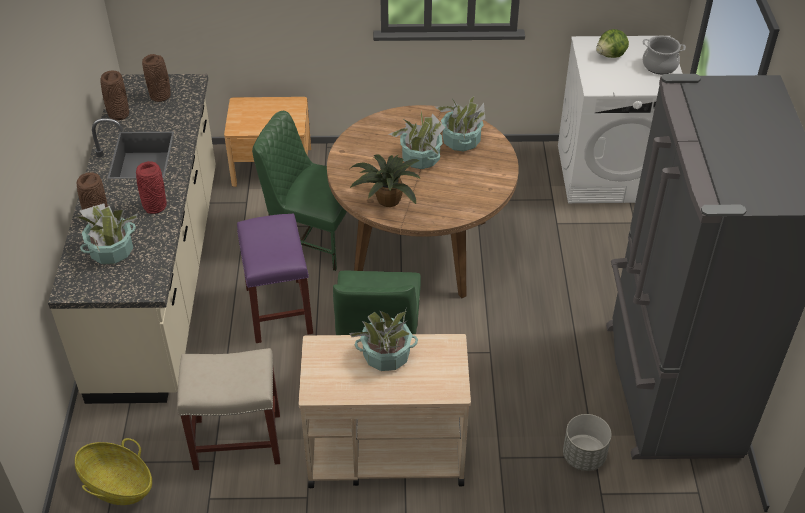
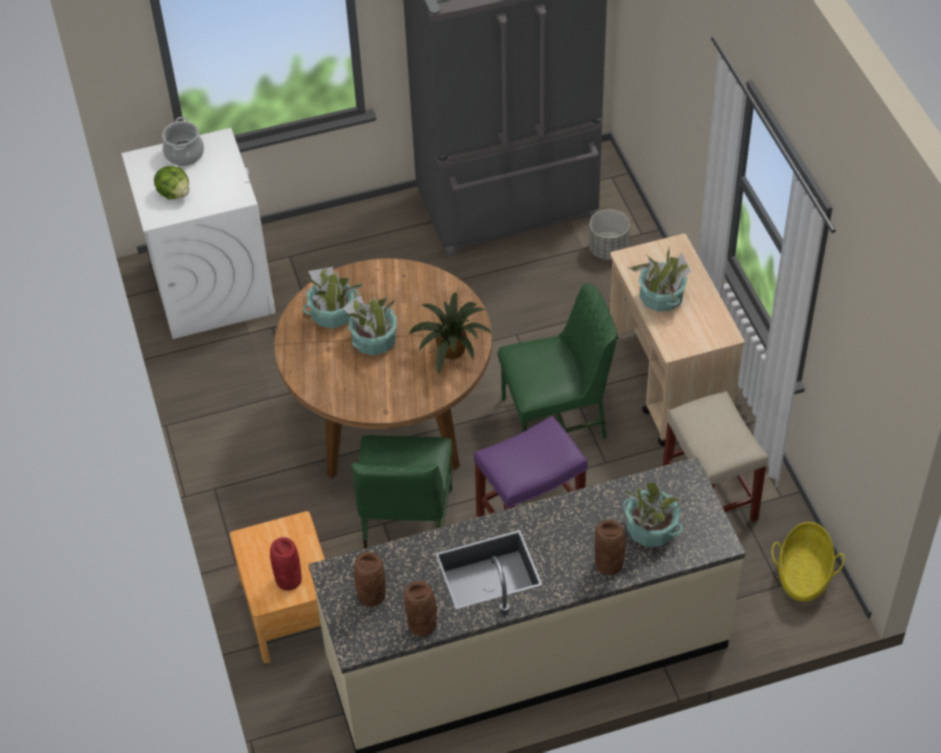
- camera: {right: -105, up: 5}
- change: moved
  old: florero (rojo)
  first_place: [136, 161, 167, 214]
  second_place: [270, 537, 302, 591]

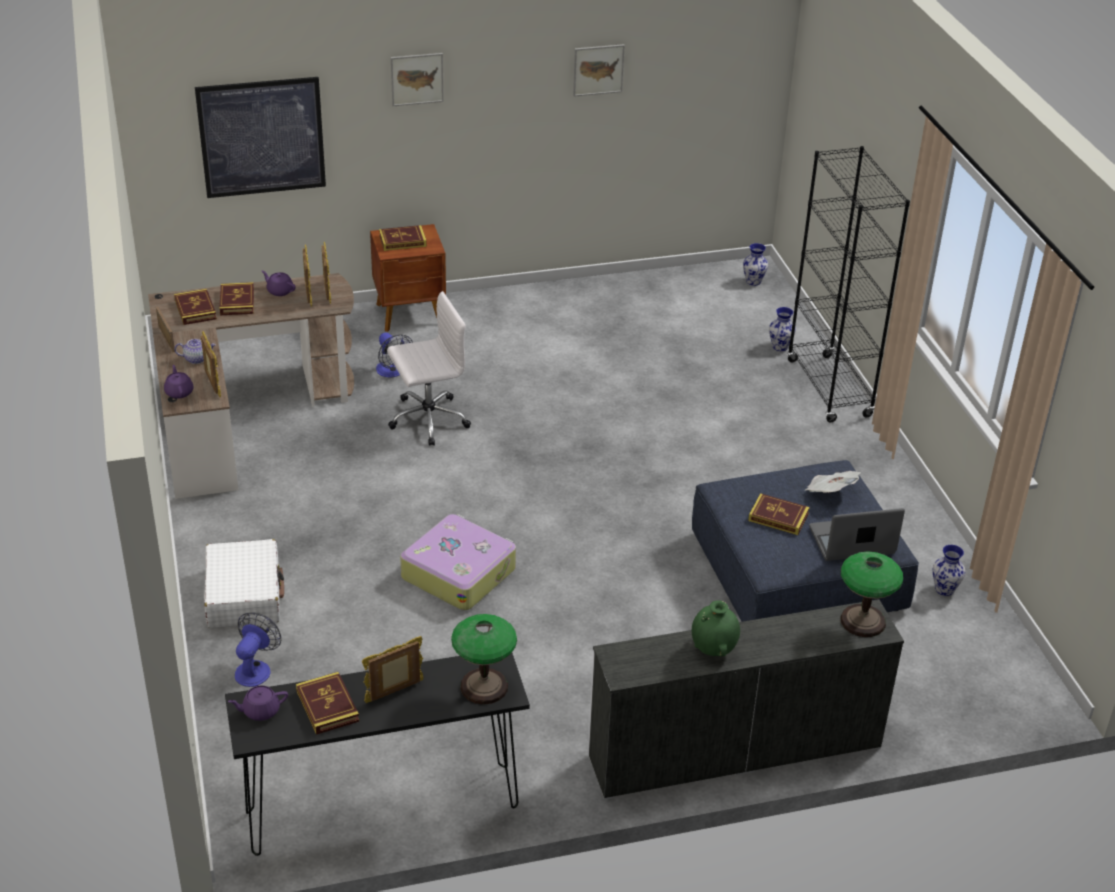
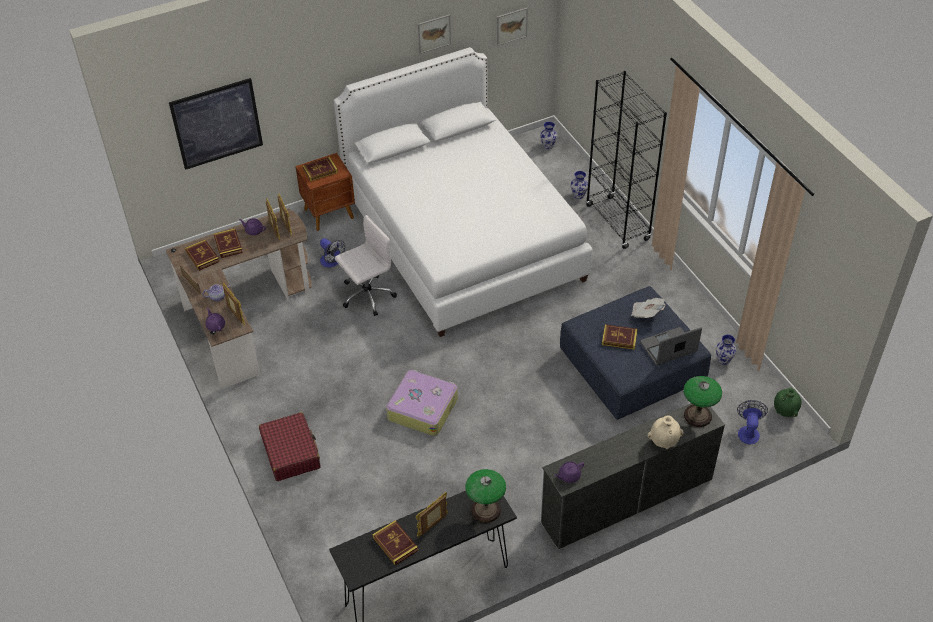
- camera: {right: -10, up: 10}
- change: added
  new: cama (blanco)
  second_place: [334, 47, 593, 337]
- change: added
  new: florero (beis)
  second_place: [648, 415, 684, 449]
- change: moved
  old: tetera (morado)
  first_place: [228, 685, 288, 721]
  second_place: [554, 461, 584, 483]
- change: moved
  old: ventilador
  first_place: [235, 612, 281, 687]
  second_place: [737, 400, 768, 444]
- change: moved
  old: cuadro
  first_place: [391, 53, 444, 106]
  second_place: [497, 8, 528, 46]
- change: moved
  old: florero (verde)
  first_place: [692, 600, 740, 656]
  second_place: [774, 388, 801, 417]
- change: recoloured
  old: maleta (blanco)
  new: maleta (rojo)
  first_place: [204, 539, 284, 628]
  second_place: [259, 412, 320, 481]

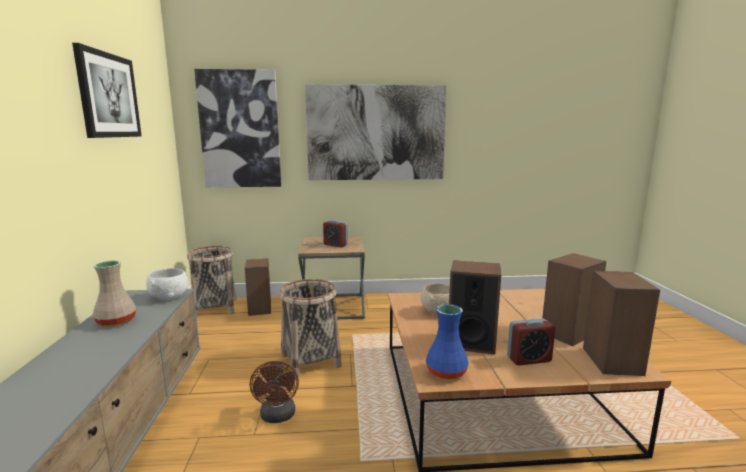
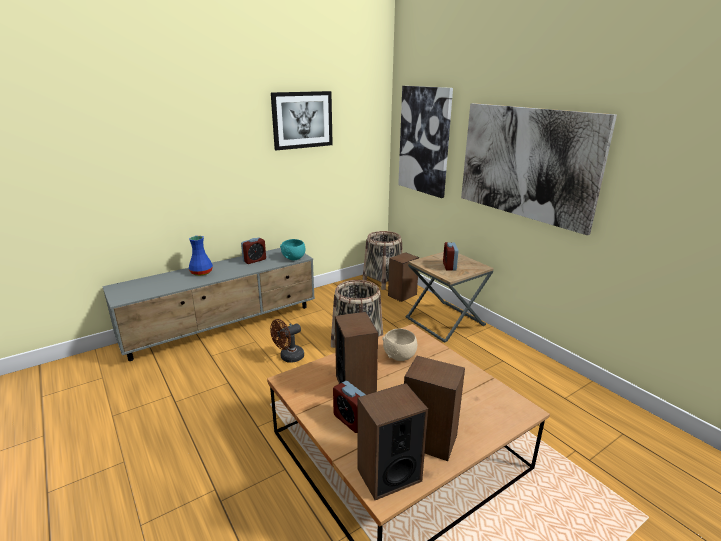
- camera: {right: 60, up: 10}
- change: moved
  old: florero (azul)
  first_place: [426, 304, 469, 380]
  second_place: [189, 236, 213, 276]
- change: replaced
  old: florero (beis)
  new: despertador
  first_place: [93, 261, 137, 327]
  second_place: [241, 238, 266, 264]
- change: recoloured
  old: cuenco (blanco)
  new: cuenco (turquesa)
  first_place: [146, 268, 188, 300]
  second_place: [280, 239, 306, 261]

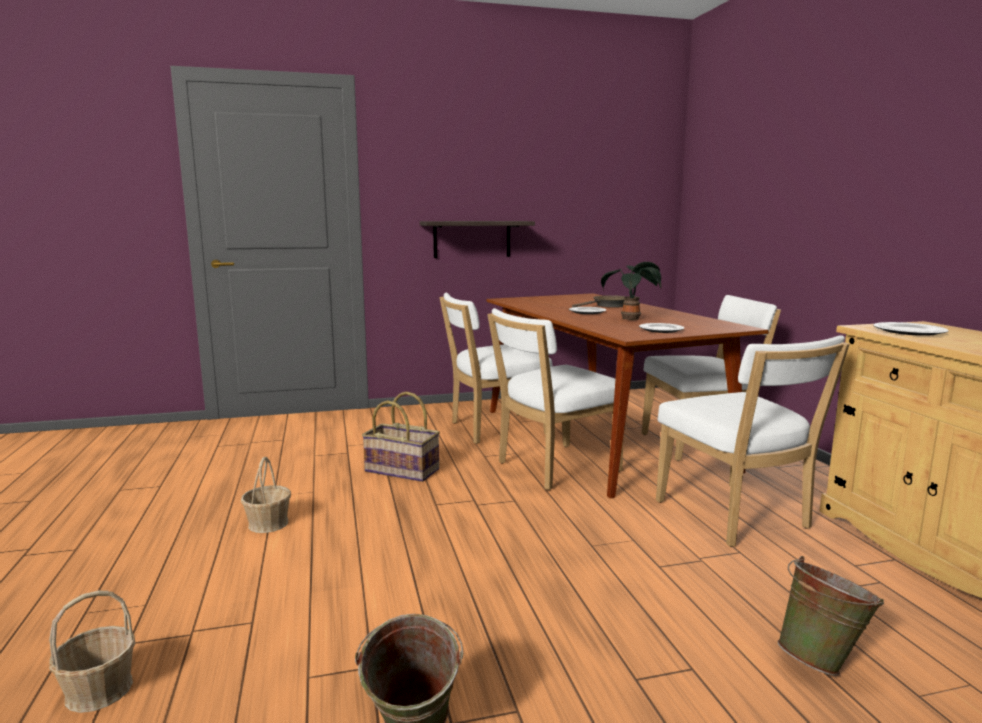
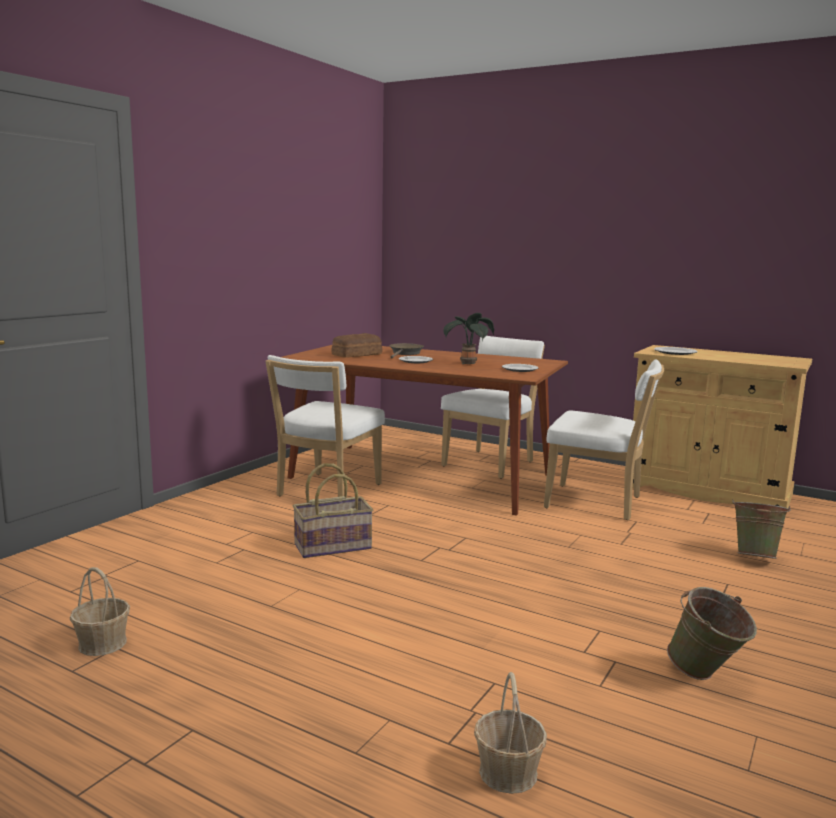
- camera: {right: -45, up: 0}
- change: removed
  old: estante
  first_place: [420, 221, 535, 258]
- change: removed
  old: silla (blanco)
  first_place: [487, 308, 623, 490]
- change: added
  new: pan
  second_place: [331, 333, 382, 358]
- change: moved
  old: cesta
  first_place: [241, 457, 291, 533]
  second_place: [70, 567, 130, 656]

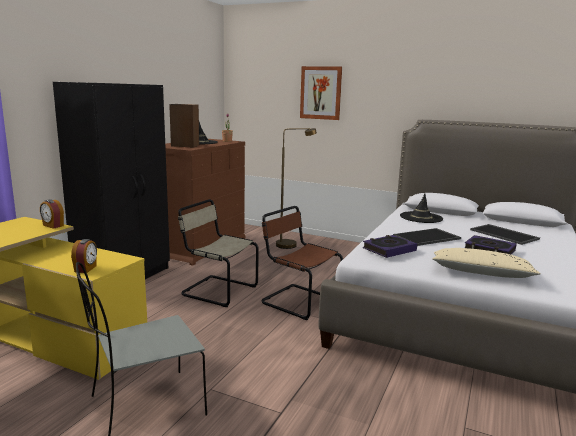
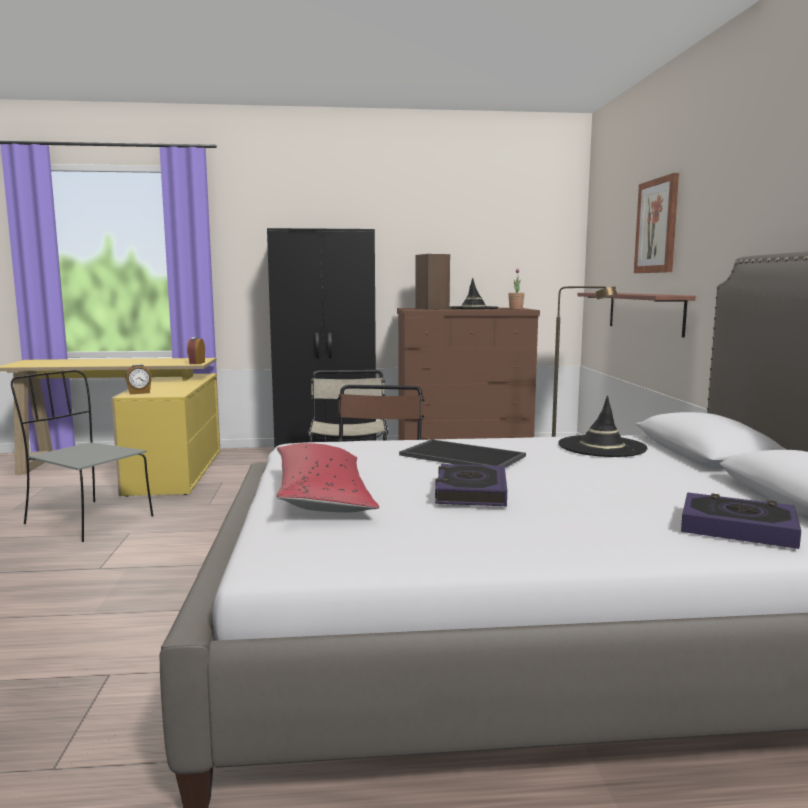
- camera: {right: 60, up: -5}
- change: removed
  old: bandeja
  first_place: [470, 224, 540, 245]
- change: added
  new: estante
  second_place: [577, 293, 696, 338]
- change: moved
  old: libro
  first_place: [363, 235, 417, 258]
  second_place: [681, 493, 801, 549]
- change: recoloured
  old: cojín (beis)
  new: cojín (rojo)
  first_place: [432, 248, 541, 278]
  second_place: [276, 443, 379, 513]

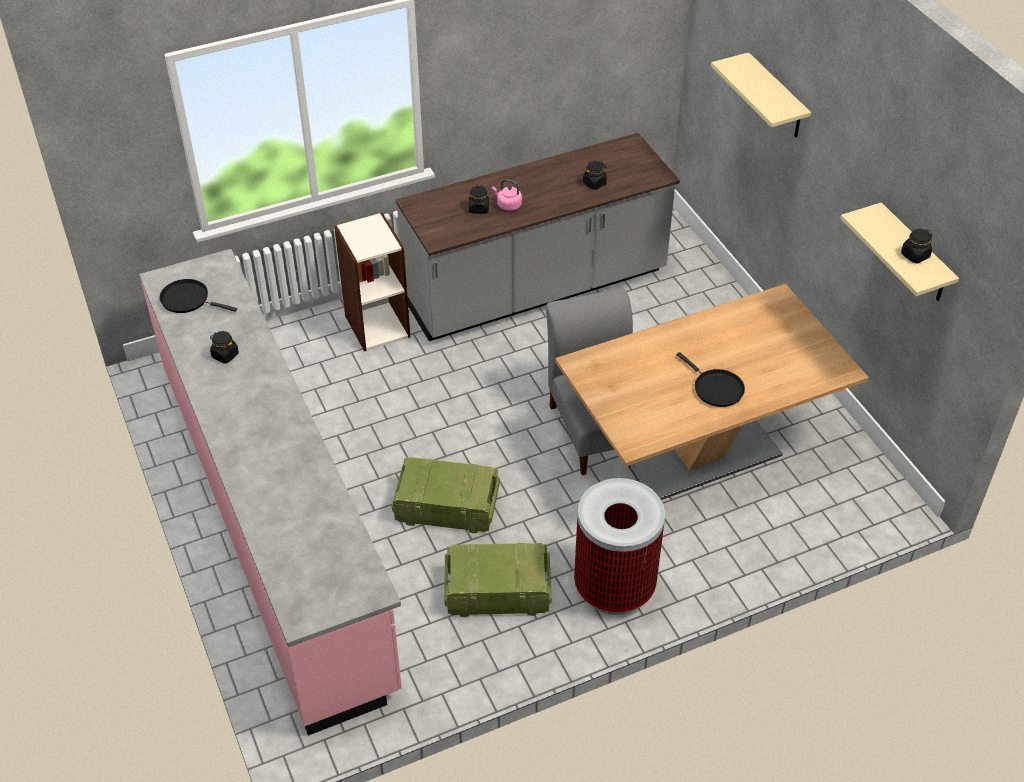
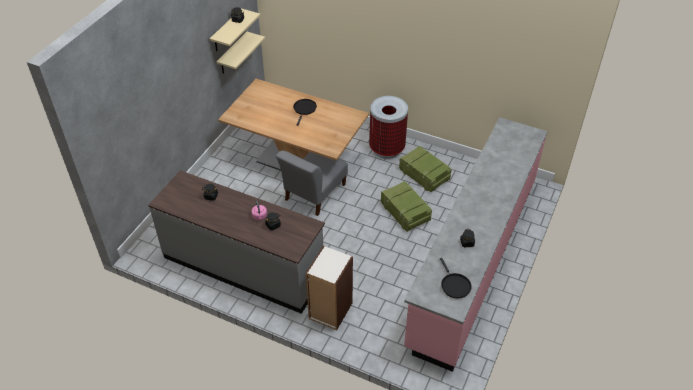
- camera: {right: -130, up: 0}
- change: moved
  old: estante (beis)
  first_place: [711, 52, 811, 137]
  second_place: [217, 32, 265, 73]

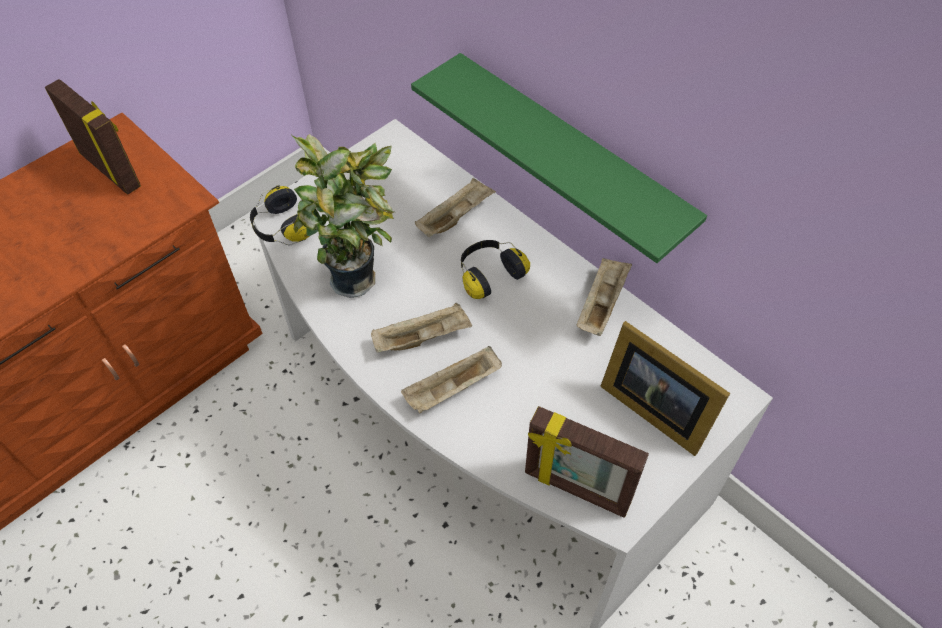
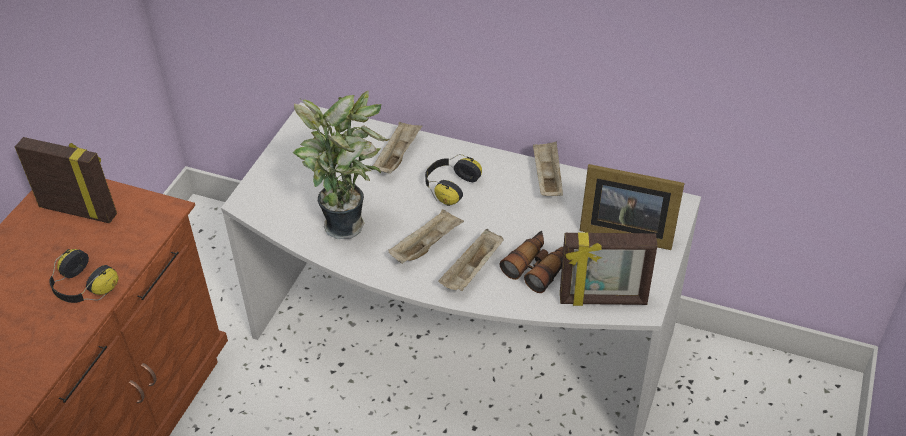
- camera: {right: -25, up: -10}
- change: removed
  old: estante (verde)
  first_place: [411, 53, 707, 263]
- change: added
  new: prismáticos
  second_place: [500, 231, 563, 293]
- change: moved
  old: auriculares
  first_place: [250, 186, 309, 245]
  second_place: [49, 249, 118, 303]

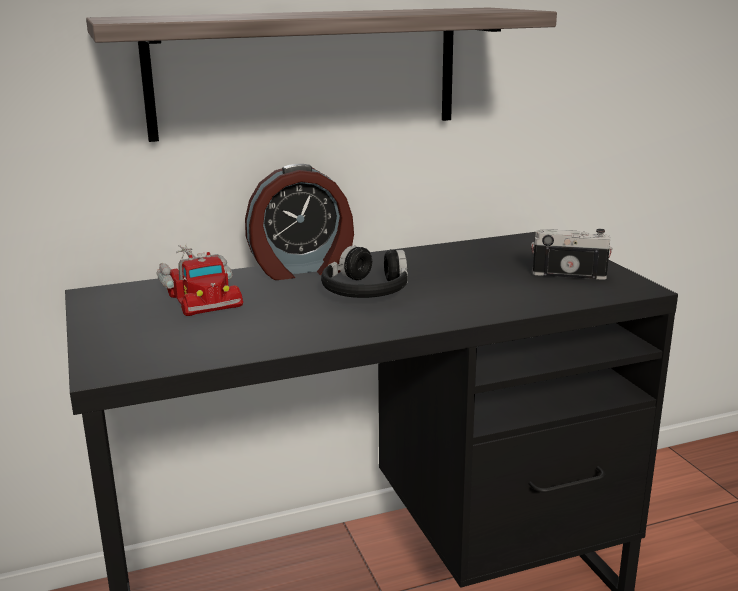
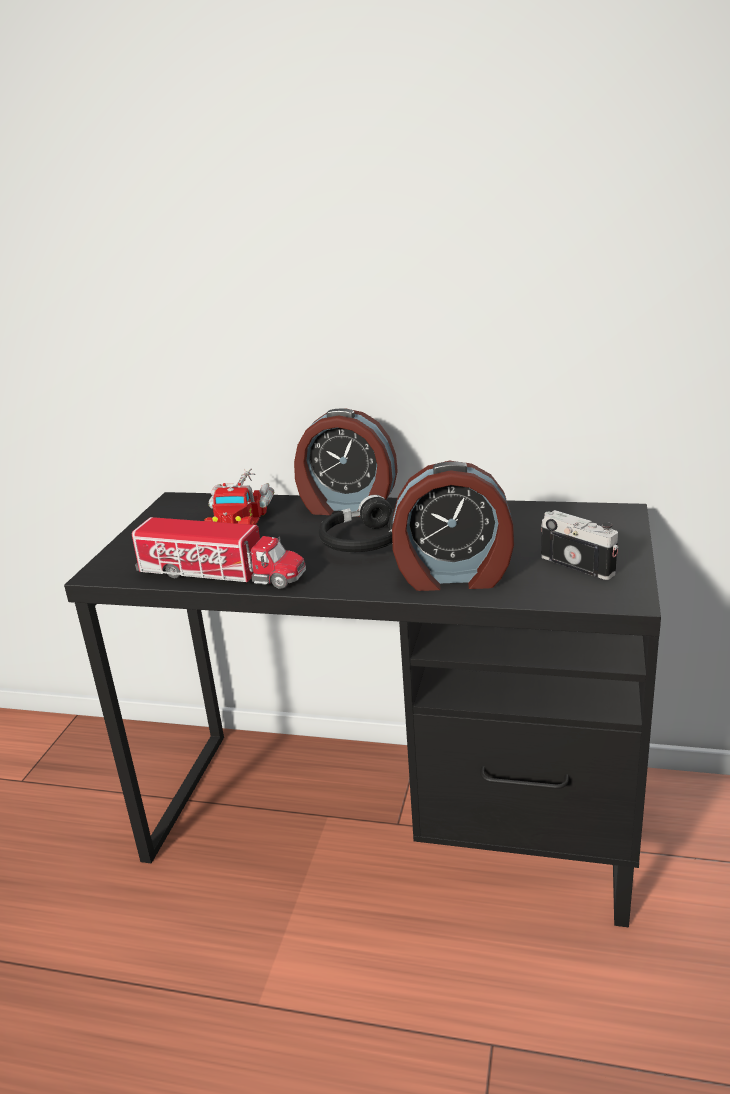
- camera: {right: 35, up: 5}
- change: removed
  old: estante
  first_place: [86, 8, 557, 142]
- change: added
  new: camión de juguete
  second_place: [132, 517, 306, 589]
- change: added
  new: despertador
  second_place: [392, 461, 514, 591]

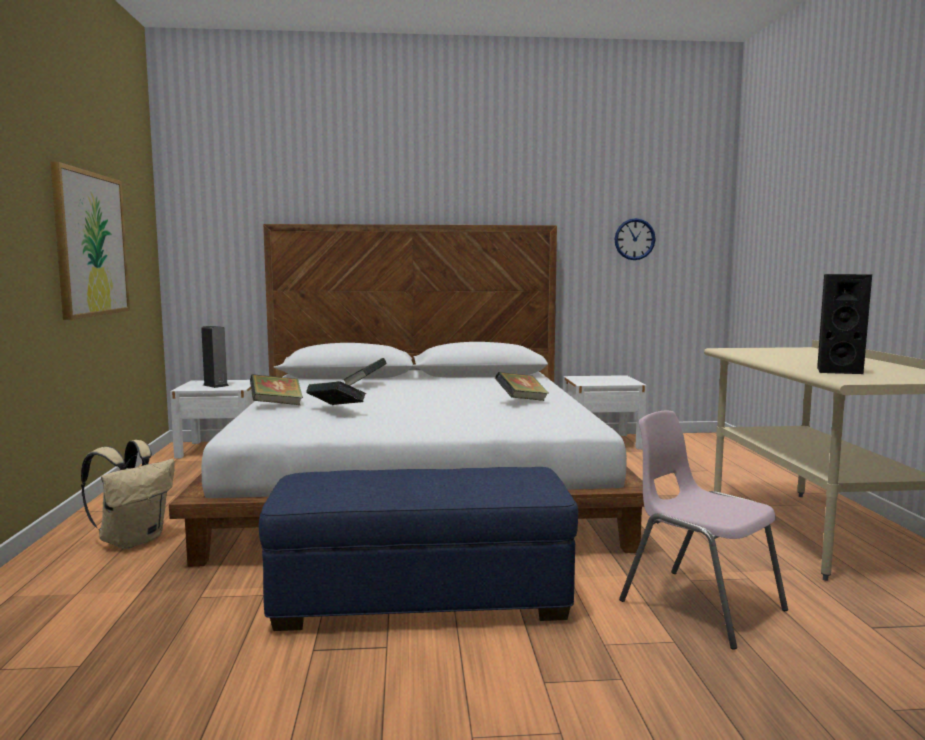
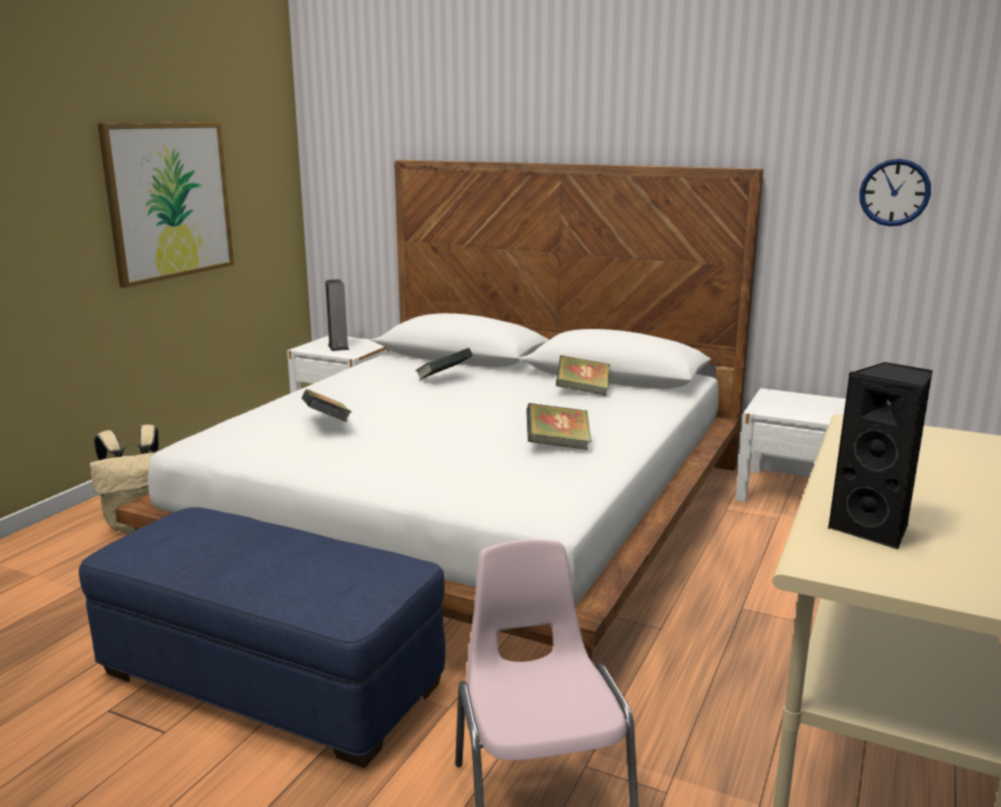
- camera: {right: 30, up: 10}
- change: moved
  old: libro
  first_place: [250, 374, 303, 405]
  second_place: [556, 355, 610, 396]

